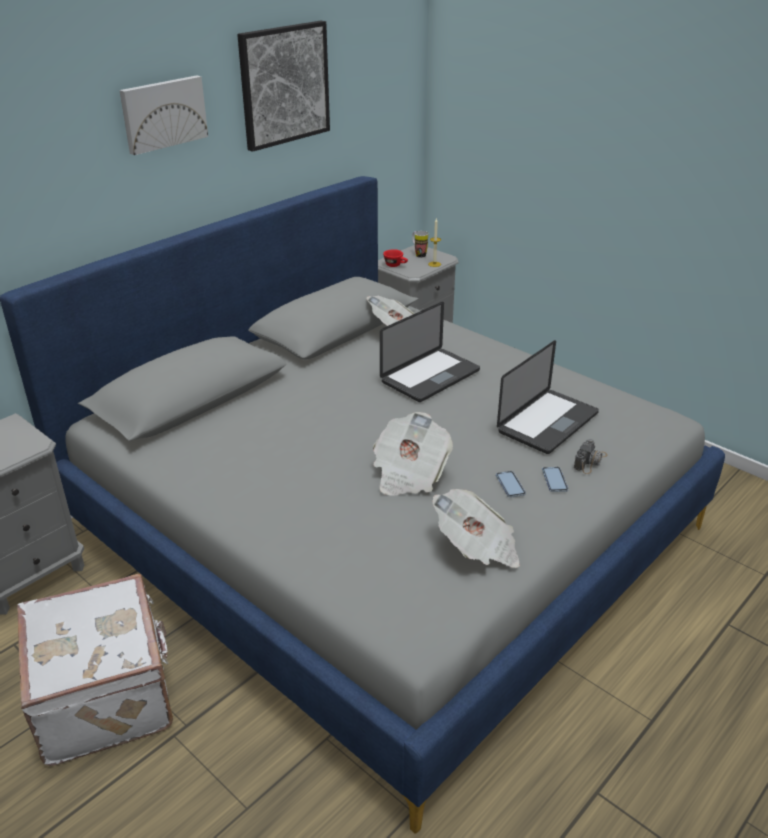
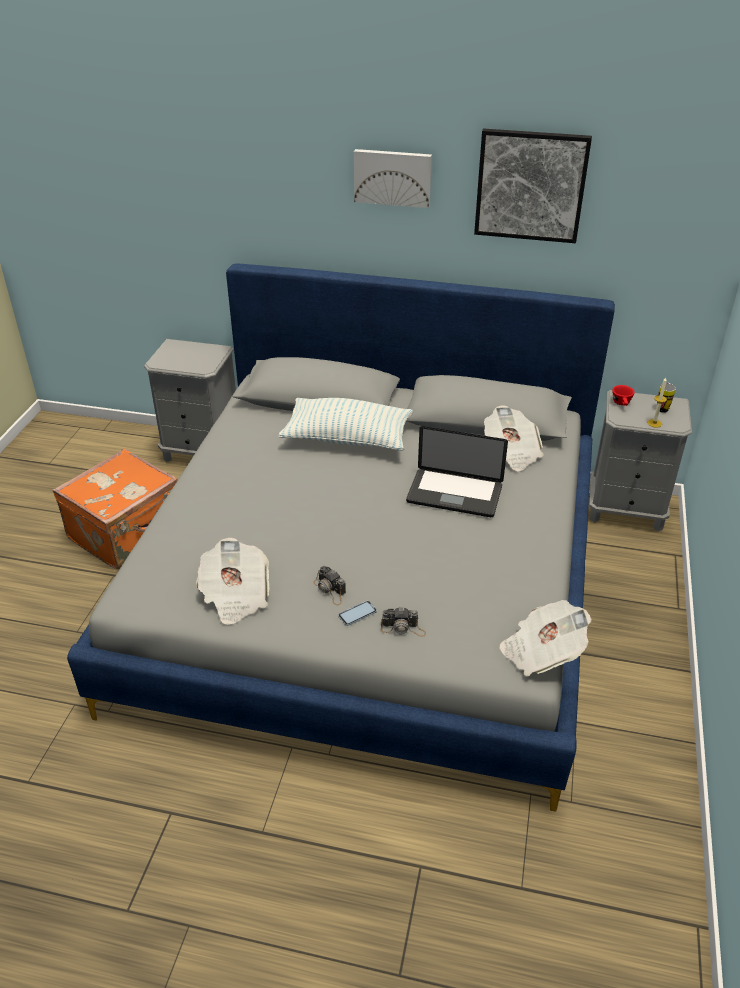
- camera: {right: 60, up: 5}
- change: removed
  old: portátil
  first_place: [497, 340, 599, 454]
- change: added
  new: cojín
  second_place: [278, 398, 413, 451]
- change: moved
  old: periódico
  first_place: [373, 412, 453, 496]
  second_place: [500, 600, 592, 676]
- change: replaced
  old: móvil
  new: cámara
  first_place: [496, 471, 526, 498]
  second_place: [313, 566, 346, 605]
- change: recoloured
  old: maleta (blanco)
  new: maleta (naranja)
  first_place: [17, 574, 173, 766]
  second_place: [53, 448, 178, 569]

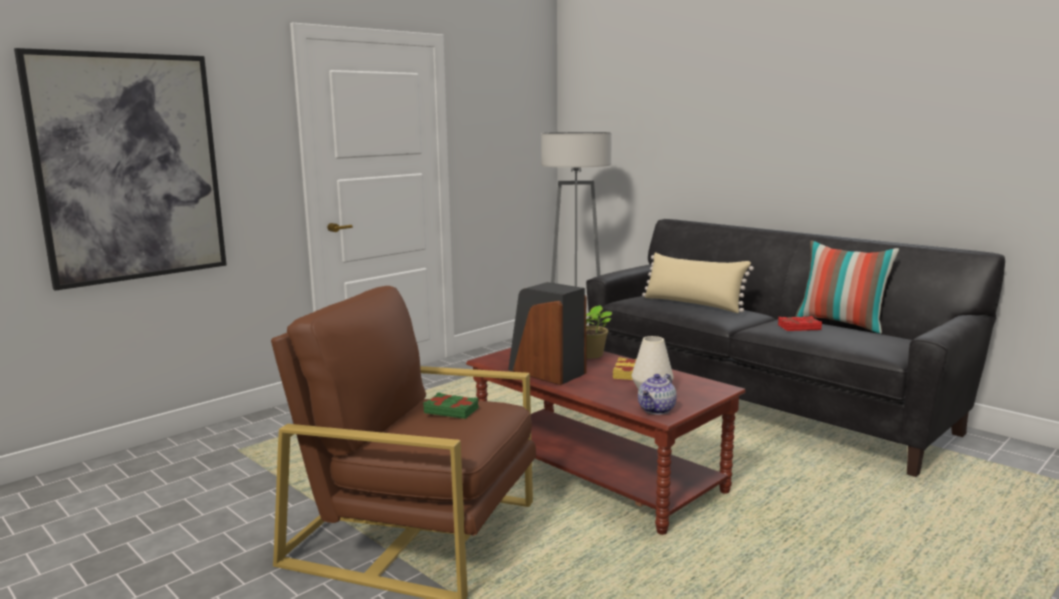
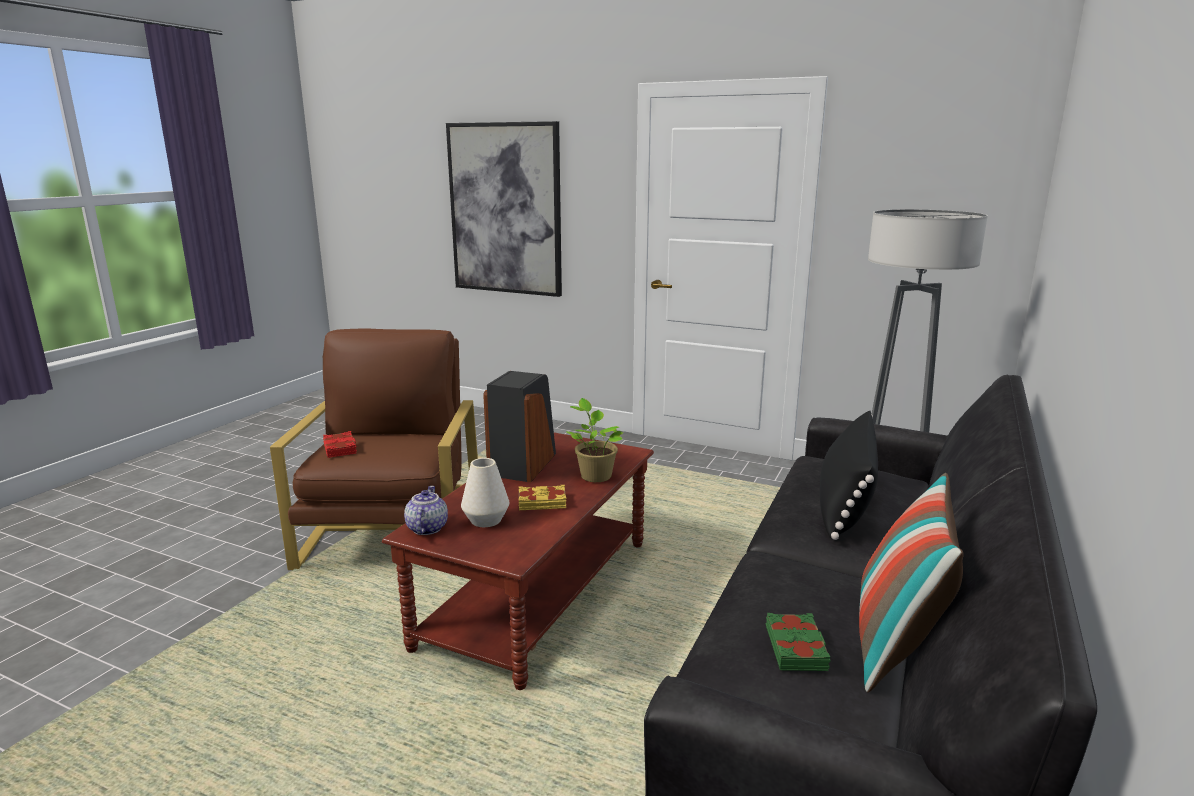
- camera: {right: 70, up: 5}
- change: moved
  old: libro (verde)
  first_place: [423, 393, 479, 419]
  second_place: [766, 613, 831, 671]
- change: moved
  old: libro (rojo)
  first_place: [778, 316, 822, 331]
  second_place: [323, 431, 357, 458]
- change: recoloured
  old: cojín (beis)
  new: cojín (negro)
  first_place: [642, 253, 754, 313]
  second_place: [820, 411, 878, 540]
- change: turned
  old: tetera
  first_place: [638, 374, 677, 415]
  second_place: [404, 486, 448, 535]
  degrees: 75

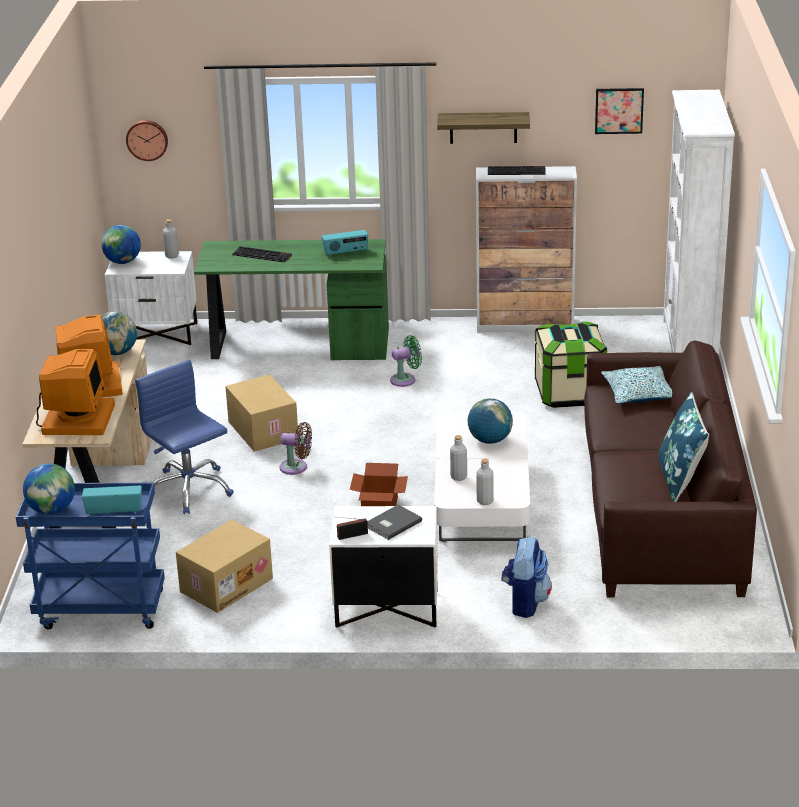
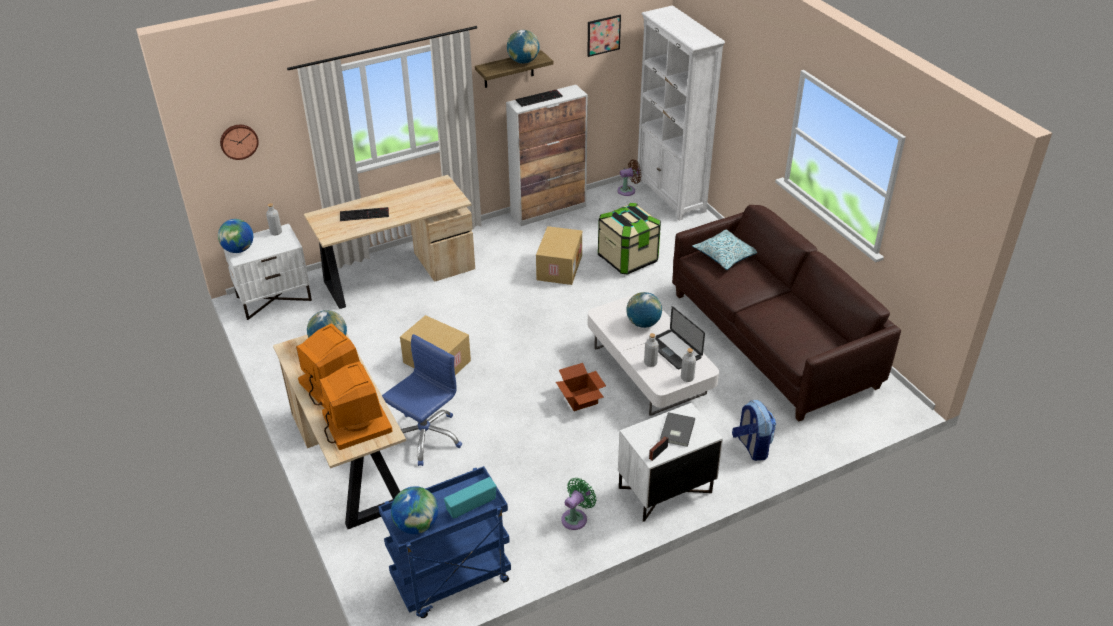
- camera: {right: -30, up: 10}
- change: removed
  old: radio
  first_place: [322, 230, 368, 257]
- change: removed
  old: cojín (azul)
  first_place: [658, 392, 709, 502]
- change: added
  new: globo terráqueo
  second_place: [507, 30, 539, 64]
- change: added
  new: portátil
  second_place: [655, 306, 705, 369]
- change: moved
  old: caja de cartón
  first_place: [176, 520, 273, 613]
  second_place: [536, 226, 582, 285]
- change: moved
  old: ventilador (marrón)
  first_place: [280, 422, 312, 475]
  second_place: [617, 160, 641, 196]
- change: moved
  old: ventilador (verde)
  first_place: [390, 335, 422, 387]
  second_place: [561, 478, 597, 530]
- change: recoloured
  old: escritorio (verde)
  new: escritorio (beis)
  first_place: [194, 239, 389, 360]
  second_place: [304, 175, 475, 309]
- change: turned
  old: silla de oficina (azul)
  first_place: [135, 360, 234, 514]
  second_place: [382, 334, 462, 466]
  degrees: 105

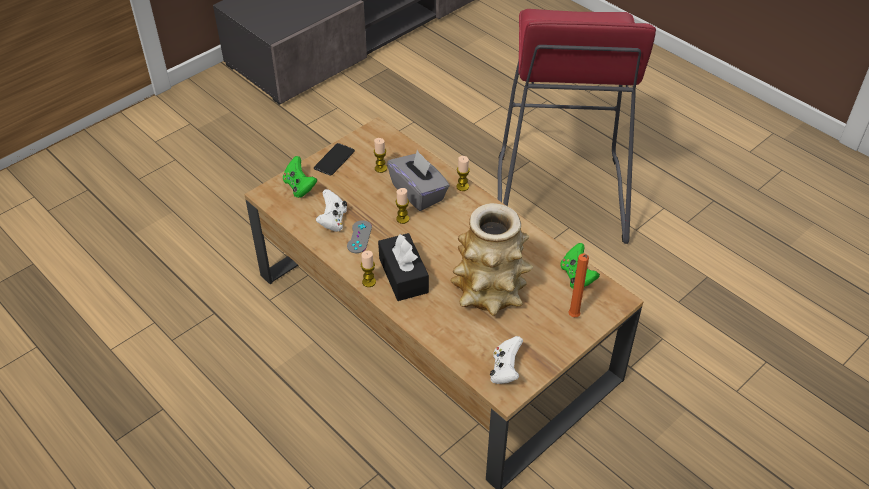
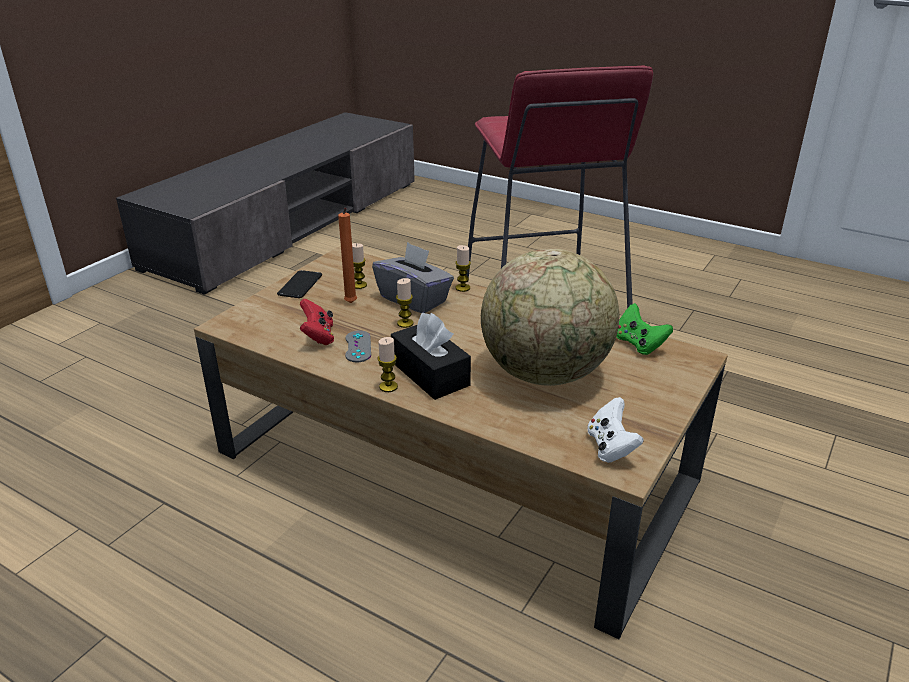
- camera: {right: -15, up: -15}
- change: removed
  old: mando de consola (verde)
  first_place: [283, 156, 317, 198]
- change: moved
  old: vela (naranja)
  first_place: [568, 253, 589, 318]
  second_place: [338, 208, 357, 303]
- change: replaced
  old: florero
  new: globo terráqueo
  first_place: [451, 203, 533, 315]
  second_place: [481, 248, 619, 386]
- change: recoloured
  old: mando de consola (blanco)
  new: mando de consola (rojo)
  first_place: [316, 189, 347, 232]
  second_place: [300, 299, 334, 345]

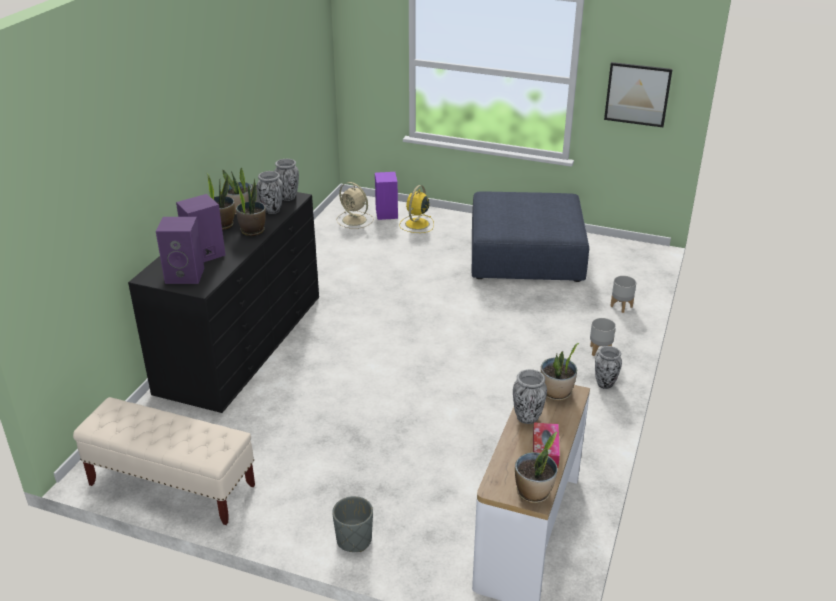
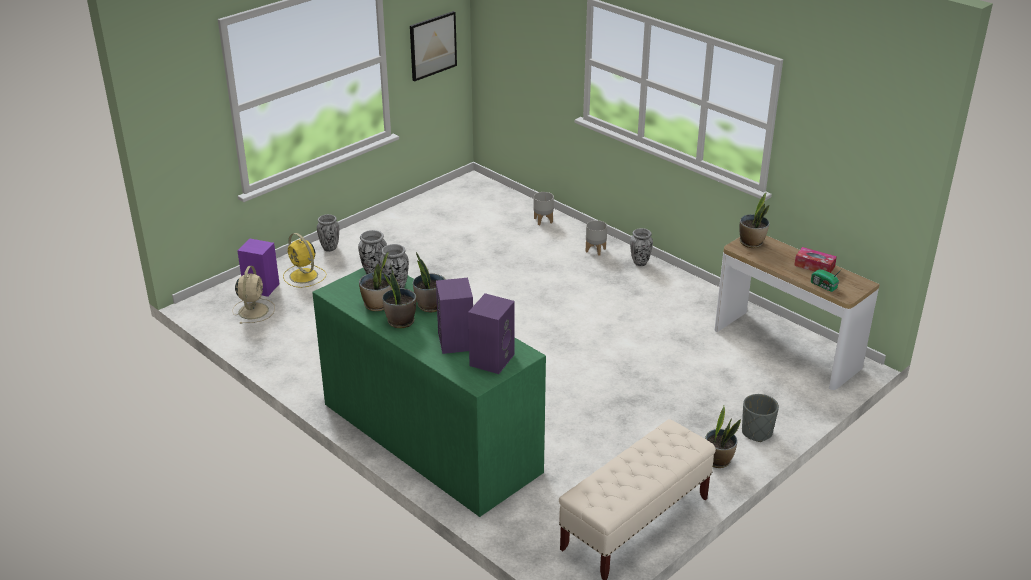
- camera: {right: -65, up: 0}
- change: removed
  old: puf (azul)
  first_place: [472, 191, 589, 282]
- change: added
  new: radio
  second_place: [811, 268, 843, 292]
- change: moved
  old: florero
  first_place: [513, 369, 547, 424]
  second_place: [317, 214, 339, 252]
- change: moved
  old: planta en maceta
  first_place: [515, 432, 557, 503]
  second_place: [705, 406, 741, 468]
- change: recoloured
  old: cómoda (negro)
  new: cómoda (verde)
  first_place: [128, 184, 319, 413]
  second_place: [312, 268, 546, 517]
- change: turned
  old: ventilador (beis)
  first_place: [337, 182, 374, 229]
  second_place: [233, 266, 275, 324]
  degrees: -60

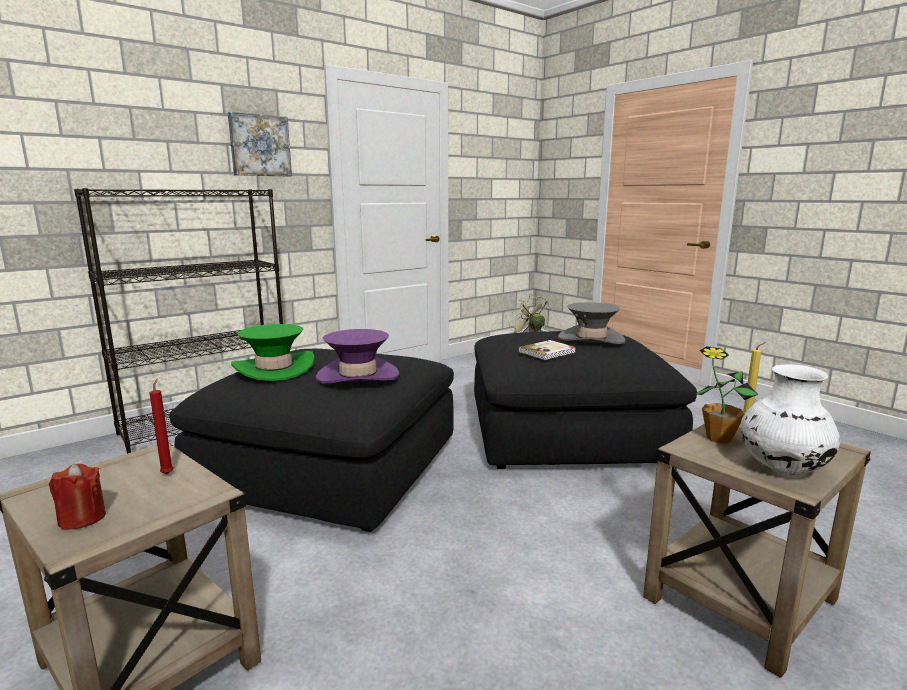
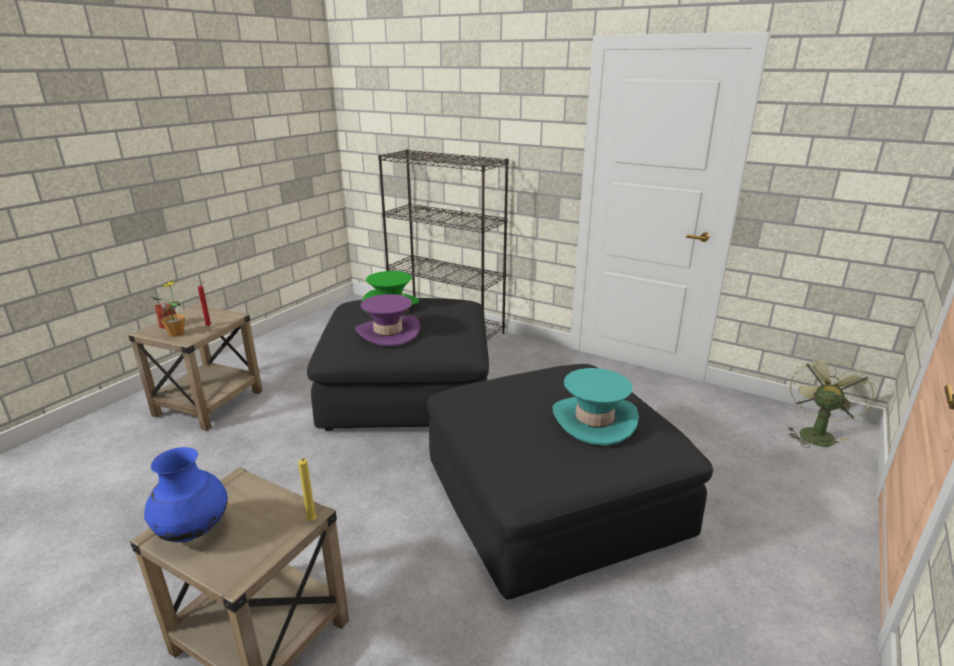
- camera: {right: 70, up: 10}
- change: removed
  old: cuadro
  first_place: [228, 112, 292, 176]
- change: removed
  old: libro
  first_place: [518, 340, 576, 360]
- change: moved
  old: planta en maceta
  first_place: [696, 346, 758, 443]
  second_place: [151, 281, 185, 337]
- change: recoloured
  old: sombrero (gris)
  new: sombrero (turquesa)
  first_place: [558, 302, 626, 344]
  second_place: [552, 368, 639, 446]
- change: recoloured
  old: florero (blanco)
  new: florero (azul)
  first_place: [740, 364, 840, 475]
  second_place: [144, 447, 228, 542]

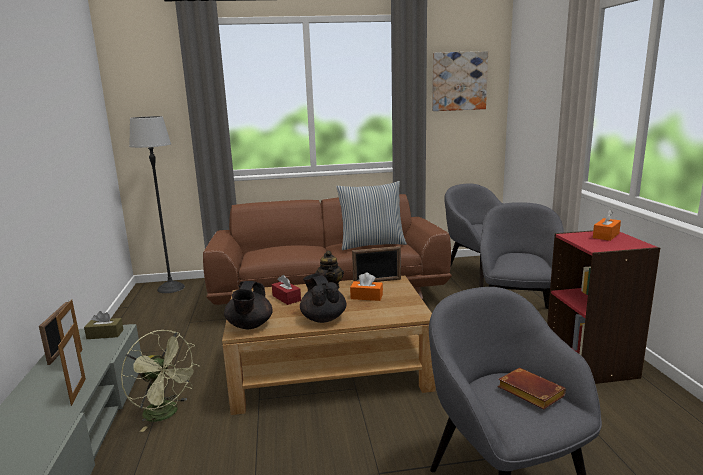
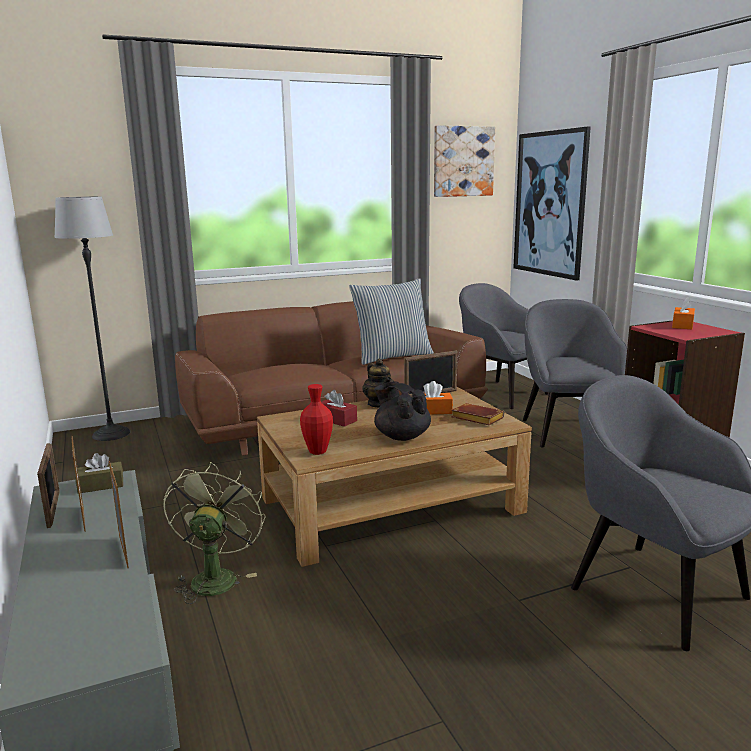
- camera: {right: -15, up: 0}
- change: added
  new: cuadro
  second_place: [514, 127, 591, 281]
- change: moved
  old: libro (marrón)
  first_place: [498, 368, 566, 409]
  second_place: [451, 403, 504, 425]
- change: replaced
  old: tetera (negro)
  new: florero (rojo)
  first_place: [224, 281, 272, 329]
  second_place: [300, 384, 333, 455]
- change: turned
  old: ventilador (verde)
  first_place: [121, 330, 200, 432]
  second_place: [163, 462, 265, 604]
  degrees: -105

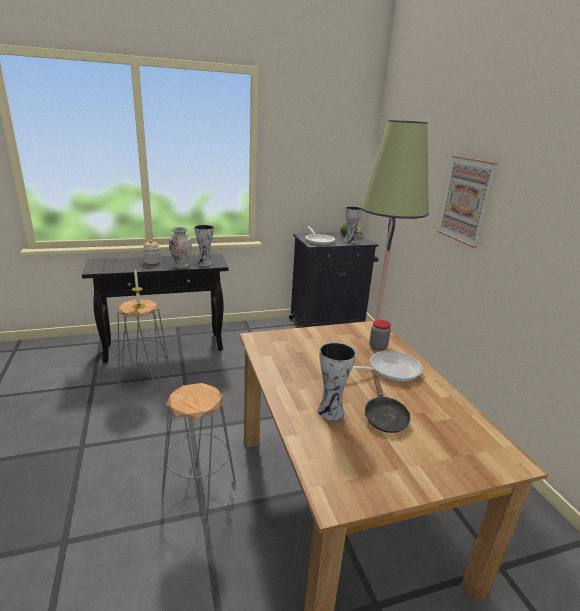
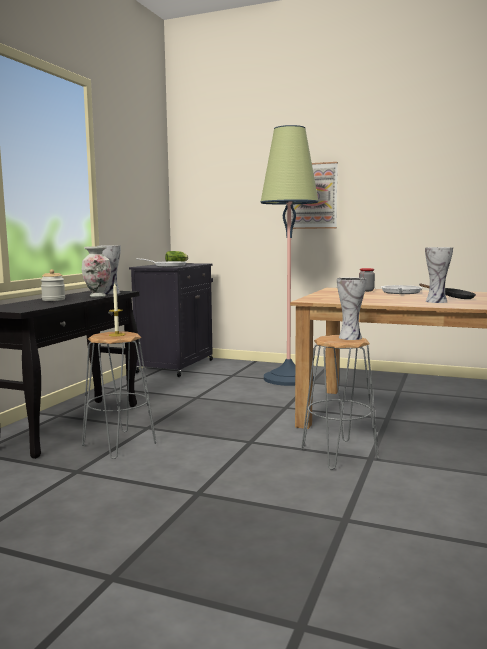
- camera: {right: -50, up: -15}
- change: moved
  old: florero
  first_place: [344, 206, 362, 243]
  second_place: [337, 277, 367, 340]

